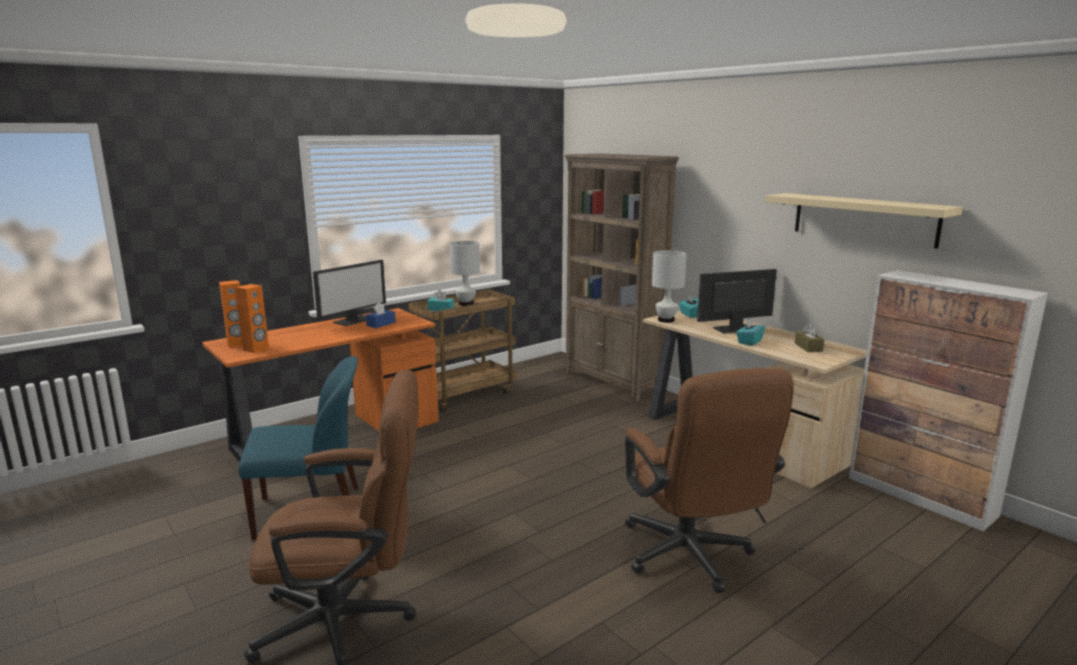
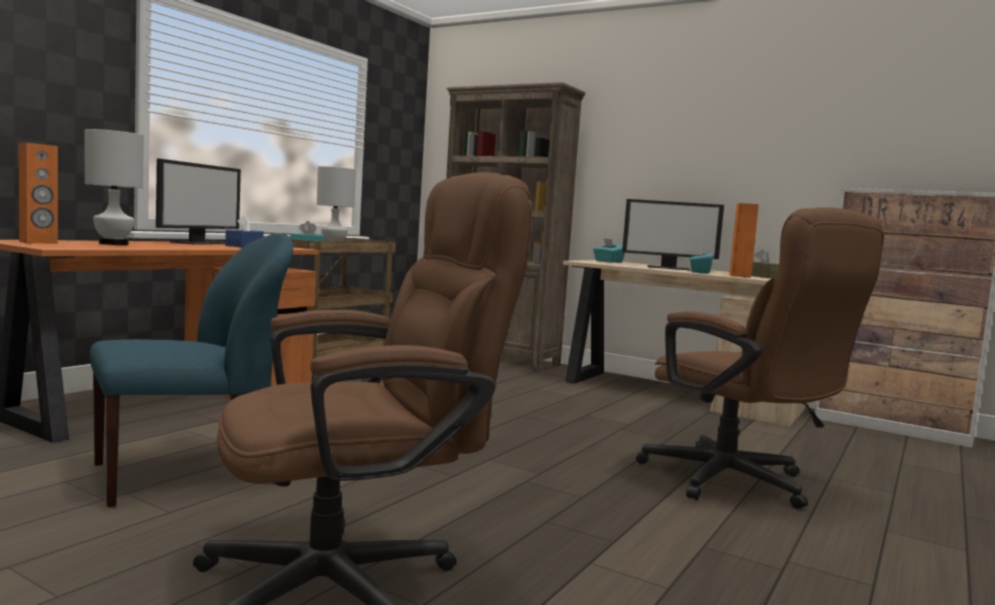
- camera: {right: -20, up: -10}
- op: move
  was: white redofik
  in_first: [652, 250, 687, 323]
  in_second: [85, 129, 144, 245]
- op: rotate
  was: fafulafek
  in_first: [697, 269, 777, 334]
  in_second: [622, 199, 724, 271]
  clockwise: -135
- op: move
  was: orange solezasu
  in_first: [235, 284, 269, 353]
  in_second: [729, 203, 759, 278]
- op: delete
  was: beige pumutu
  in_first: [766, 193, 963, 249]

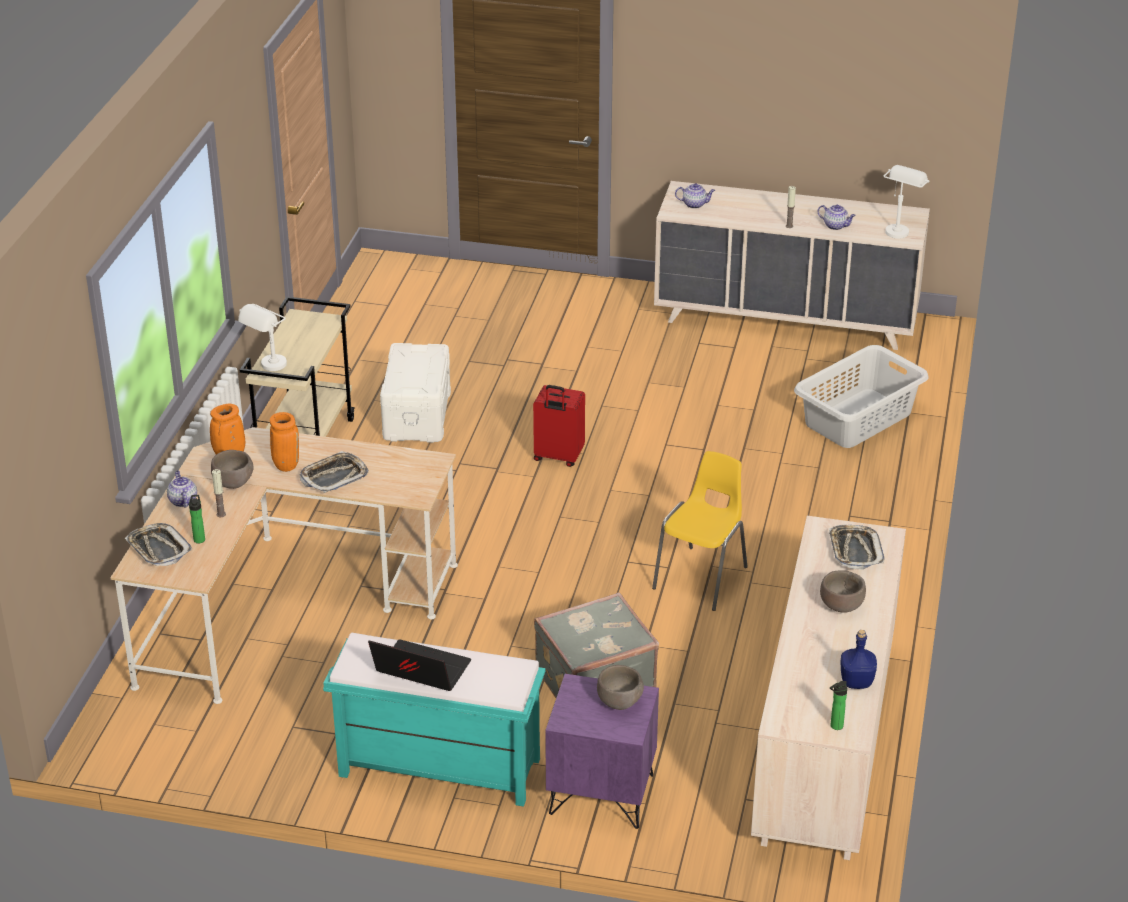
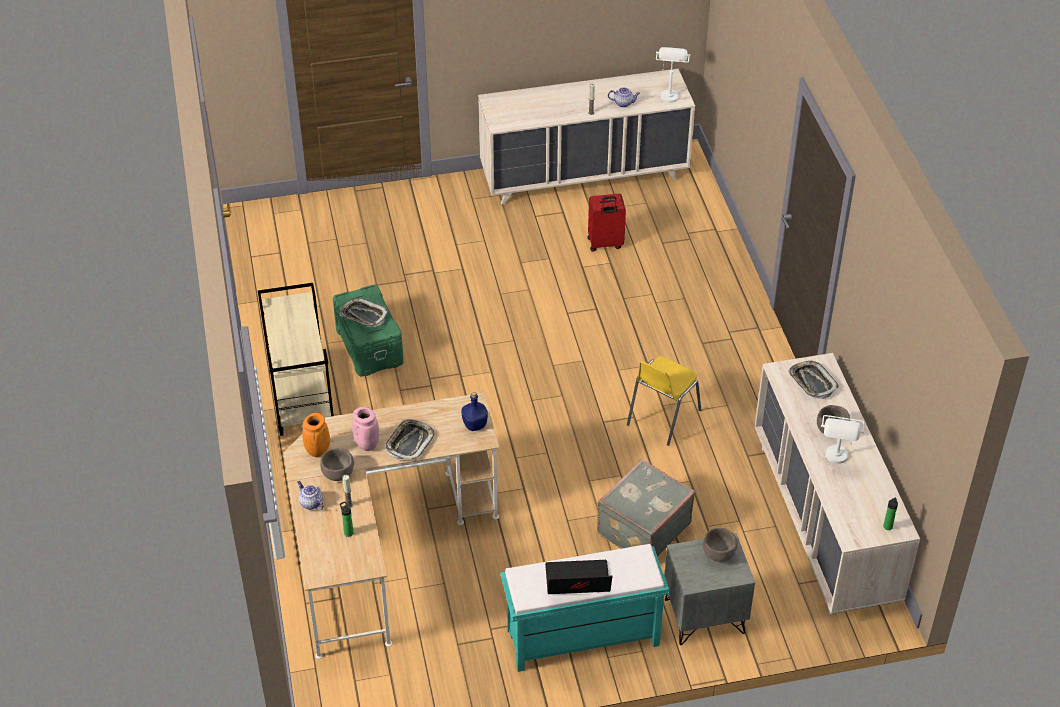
- camera: {right: -25, up: 10}
- op: recolor
  was: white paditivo
  now: green paditivo
  in_first: [380, 343, 451, 443]
  in_second: [333, 284, 404, 376]
- op: move
  was: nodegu
  in_first: [125, 523, 192, 566]
  in_second: [340, 298, 388, 327]
- op: recolor
  was: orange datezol
  now: pink datezol
  in_first: [270, 412, 299, 472]
  in_second: [352, 407, 379, 451]
- op: move
  was: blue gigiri
  in_first: [841, 630, 877, 689]
  in_second: [461, 392, 488, 431]
- op: move
  was: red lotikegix
  in_first: [533, 385, 585, 467]
  in_second: [588, 194, 626, 252]
- op: rotate
  was: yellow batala
  in_first: [652, 451, 748, 611]
  in_second: [627, 356, 701, 446]
  clockwise: -150
- op: recolor
  was: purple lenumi
  now: grey lenumi
  in_first: [545, 674, 659, 829]
  in_second: [665, 533, 755, 645]
- op: move
  was: white redofik
  in_first: [238, 304, 287, 371]
  in_second: [821, 415, 864, 464]
- op: delete
  was: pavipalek
  in_first: [675, 183, 715, 209]
- op: delete
  was: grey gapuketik
  in_first: [794, 345, 929, 448]

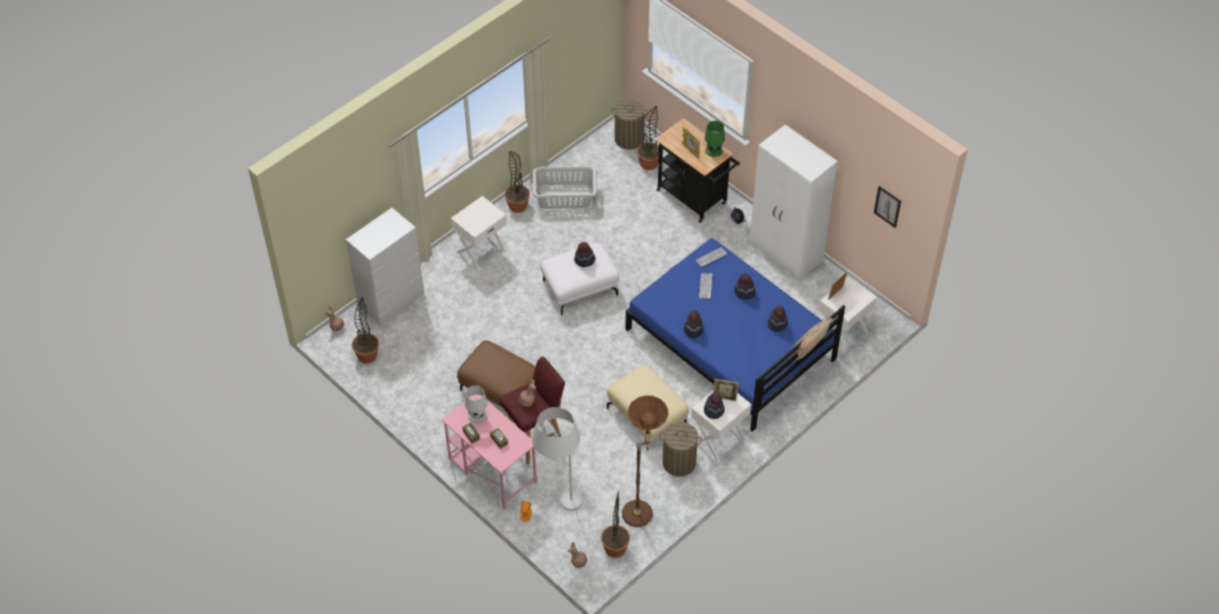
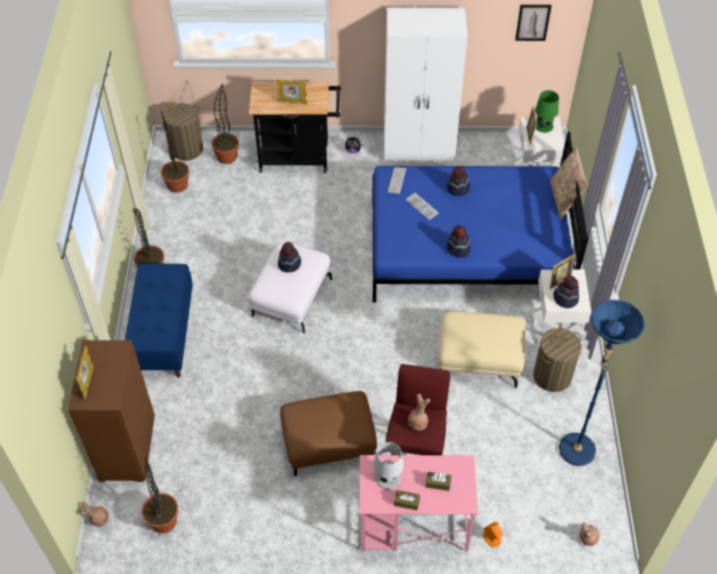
- camera: {right: -45, up: 0}
- op: recolor
  was: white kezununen
  now: brown kezununen
  in_first: [346, 208, 424, 326]
  in_second: [68, 340, 155, 482]
- op: insert
  now: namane
  in_second: [75, 346, 94, 400]
- op: replace
  was: white lenumi
  now: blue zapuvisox
  in_first: [451, 196, 507, 271]
  in_second: [125, 264, 193, 378]
- op: move
  was: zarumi
  in_first: [601, 491, 630, 558]
  in_second: [160, 111, 189, 193]
- op: move
  was: green redofik
  in_first: [705, 121, 725, 157]
  in_second: [535, 90, 559, 133]
- op: recolor
  was: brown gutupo
  now: blue gutupo
  in_first: [622, 395, 668, 527]
  in_second: [559, 300, 645, 466]
- op: delete
  was: white gutupo
  in_first: [532, 407, 583, 511]
- op: delete
  was: grey gapuketik
  in_first: [533, 166, 597, 209]
- op: delete
  was: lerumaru
  in_first: [768, 305, 788, 332]

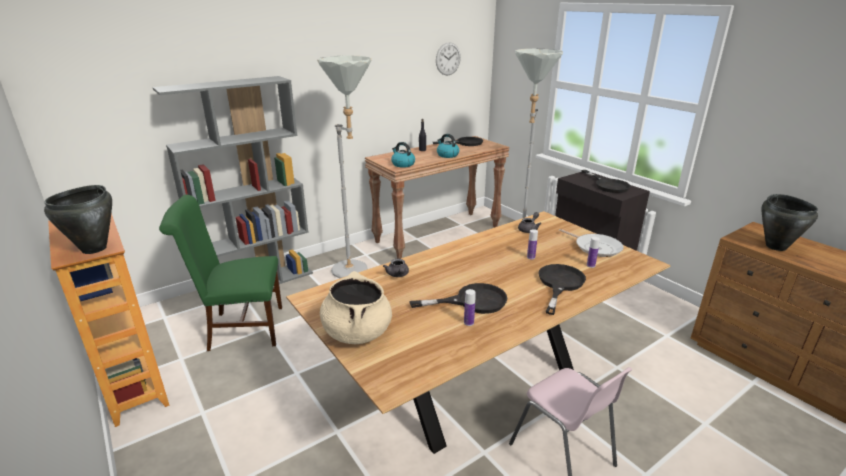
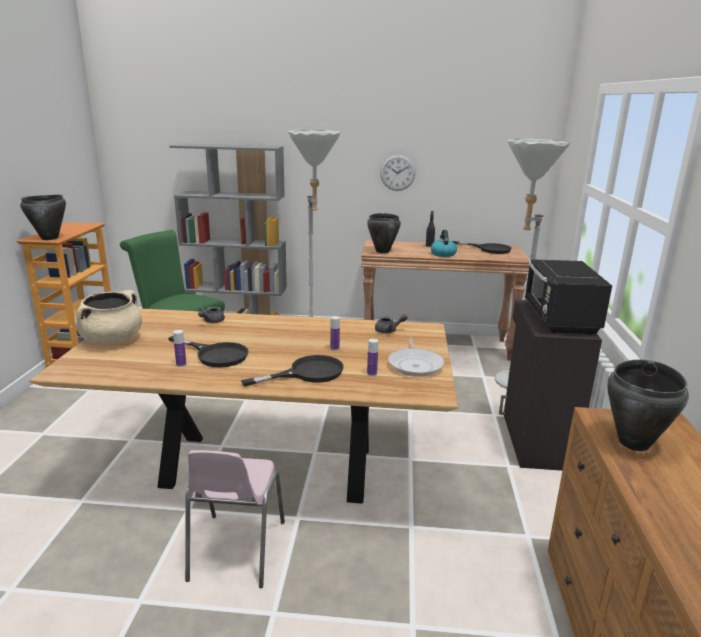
- camera: {right: 40, up: -5}
- op: replace
  was: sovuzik
  now: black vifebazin
  in_first: [391, 142, 415, 168]
  in_second: [367, 213, 401, 253]
- op: move
  was: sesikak
  in_first: [436, 42, 461, 75]
  in_second: [380, 155, 416, 191]
- op: replace
  was: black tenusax
  now: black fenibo
  in_first: [581, 170, 631, 193]
  in_second: [525, 259, 612, 335]

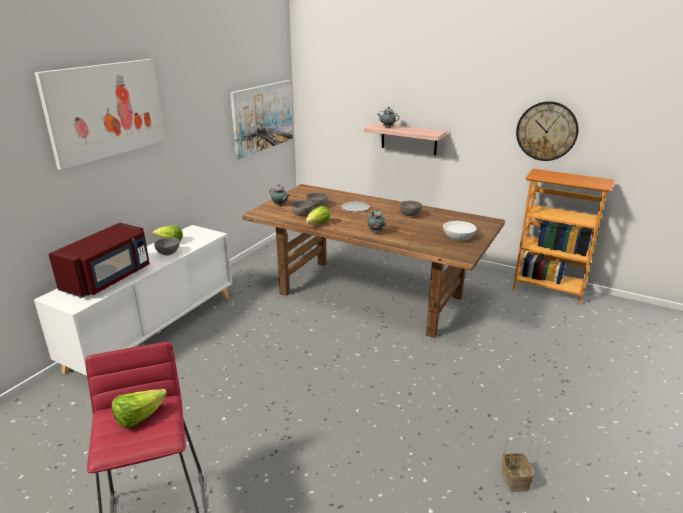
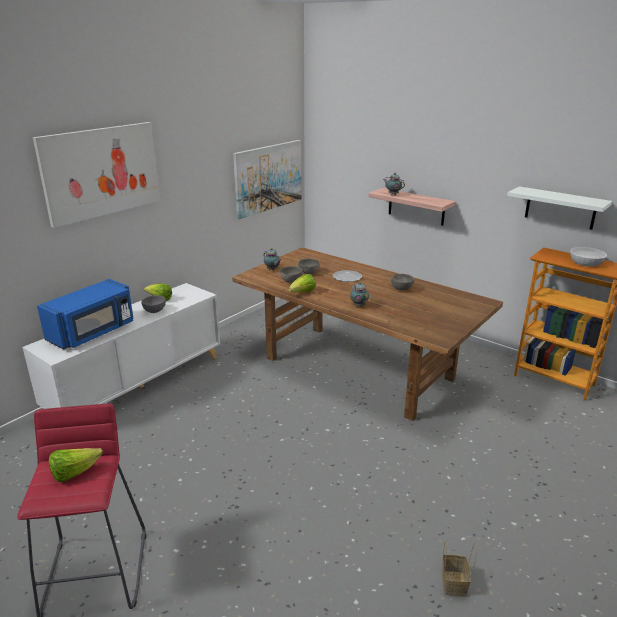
- camera: {right: 10, up: 0}
- op: recolor
  was: red fenibo
  now: blue fenibo
  in_first: [49, 223, 150, 298]
  in_second: [37, 279, 133, 349]
- op: replace
  was: sesikak
  now: white pumutu
  in_first: [516, 101, 579, 161]
  in_second: [507, 186, 612, 230]
- op: move
  was: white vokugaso
  in_first: [443, 221, 477, 241]
  in_second: [570, 247, 607, 267]

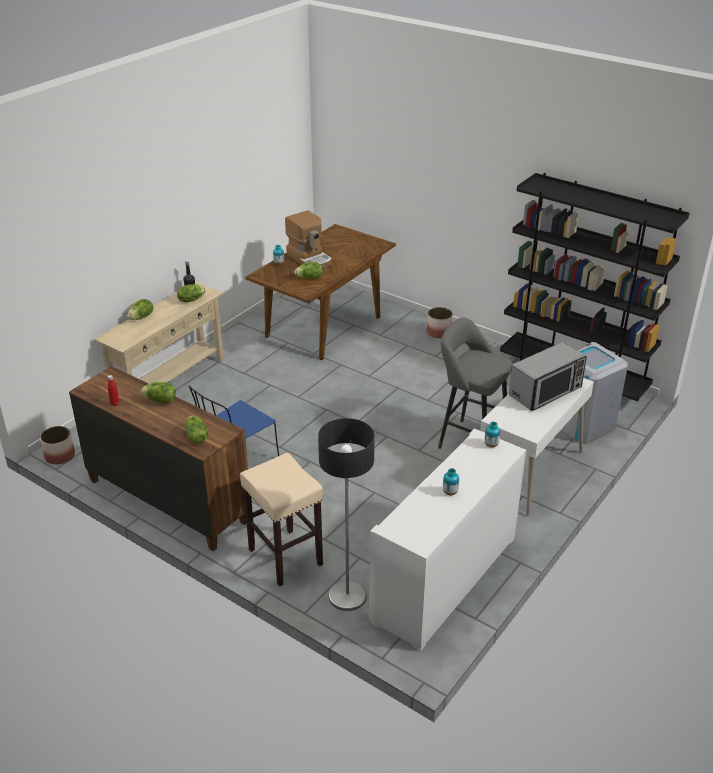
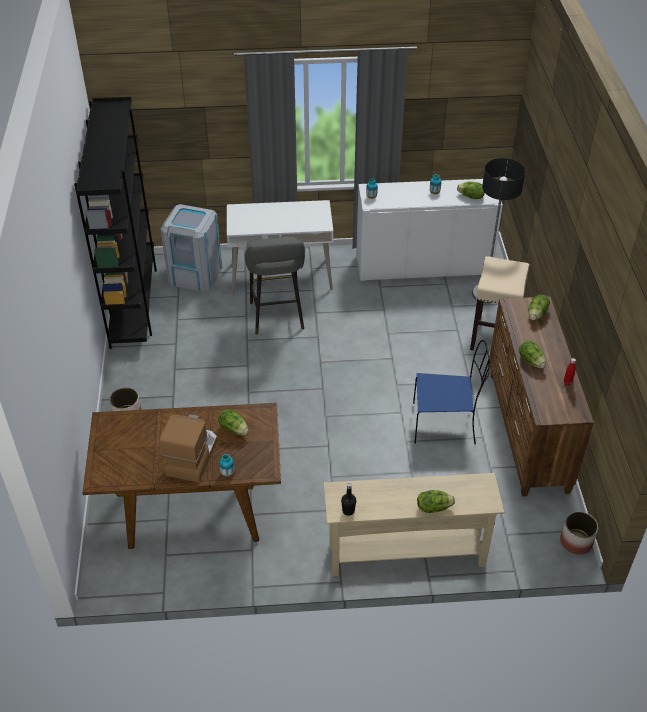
- camera: {right: -130, up: 10}
- op: move
  was: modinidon
  in_first: [177, 284, 206, 303]
  in_second: [457, 181, 485, 199]
- op: delete
  was: fenibo
  in_first: [509, 342, 587, 411]

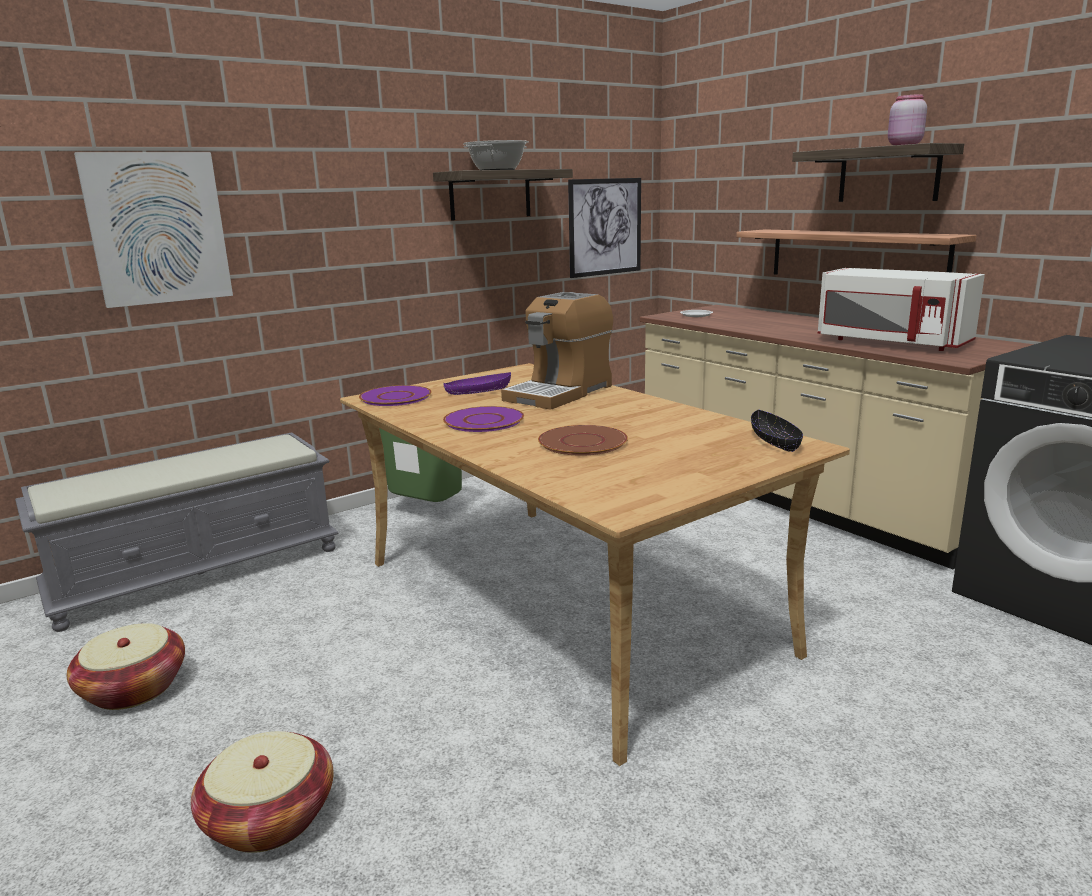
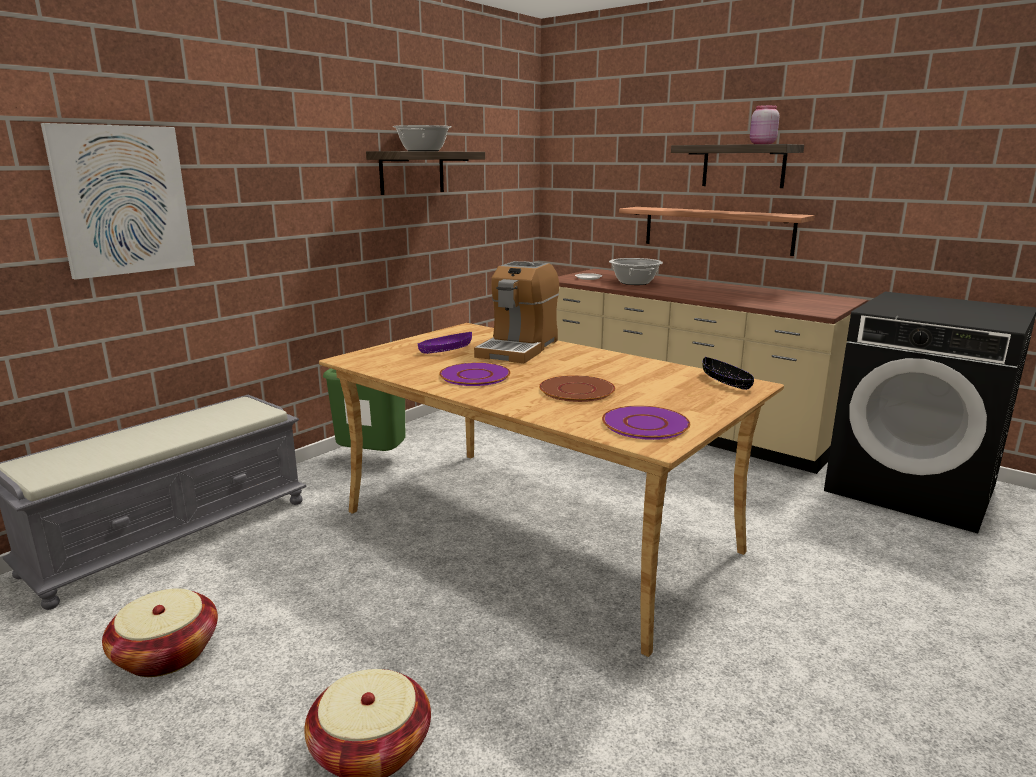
- camera: {right: -15, up: 0}
- op: move
  was: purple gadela
  in_first: [359, 385, 432, 406]
  in_second: [602, 406, 690, 440]
- op: insert
  now: vifebazin
  in_second: [609, 258, 663, 285]
- op: delete
  was: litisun
  in_first: [568, 178, 641, 278]
- op: delete
  was: white fenibo
  in_first: [818, 268, 985, 351]

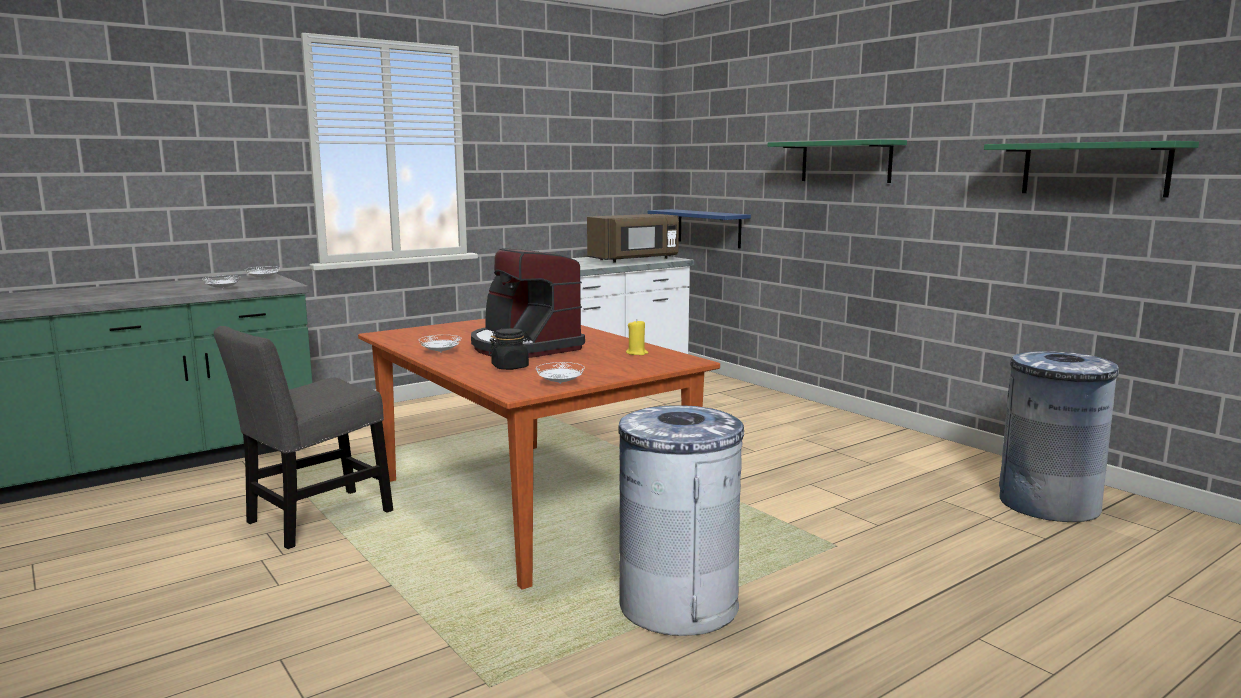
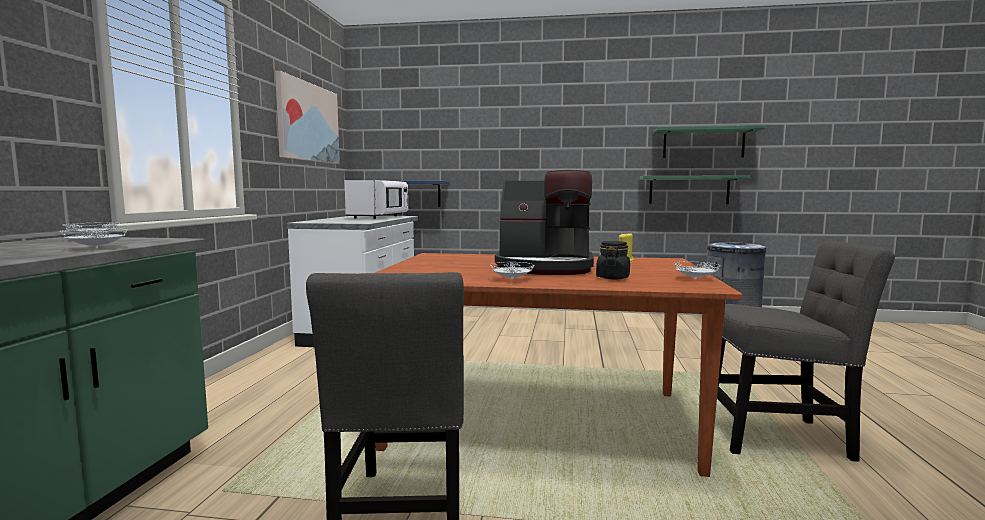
- camera: {right: -45, up: -5}
- op: insert
  now: litisun
  in_second: [275, 71, 340, 164]
- op: recolor
  was: brown fenibo
  now: white fenibo
  in_first: [587, 214, 679, 263]
  in_second: [345, 180, 408, 219]
- op: move
  was: green pumutu
  in_first: [768, 139, 907, 183]
  in_second: [640, 176, 750, 204]
- op: replace
  was: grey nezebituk
  now: grey batala
  in_first: [618, 405, 746, 636]
  in_second: [717, 240, 895, 462]

